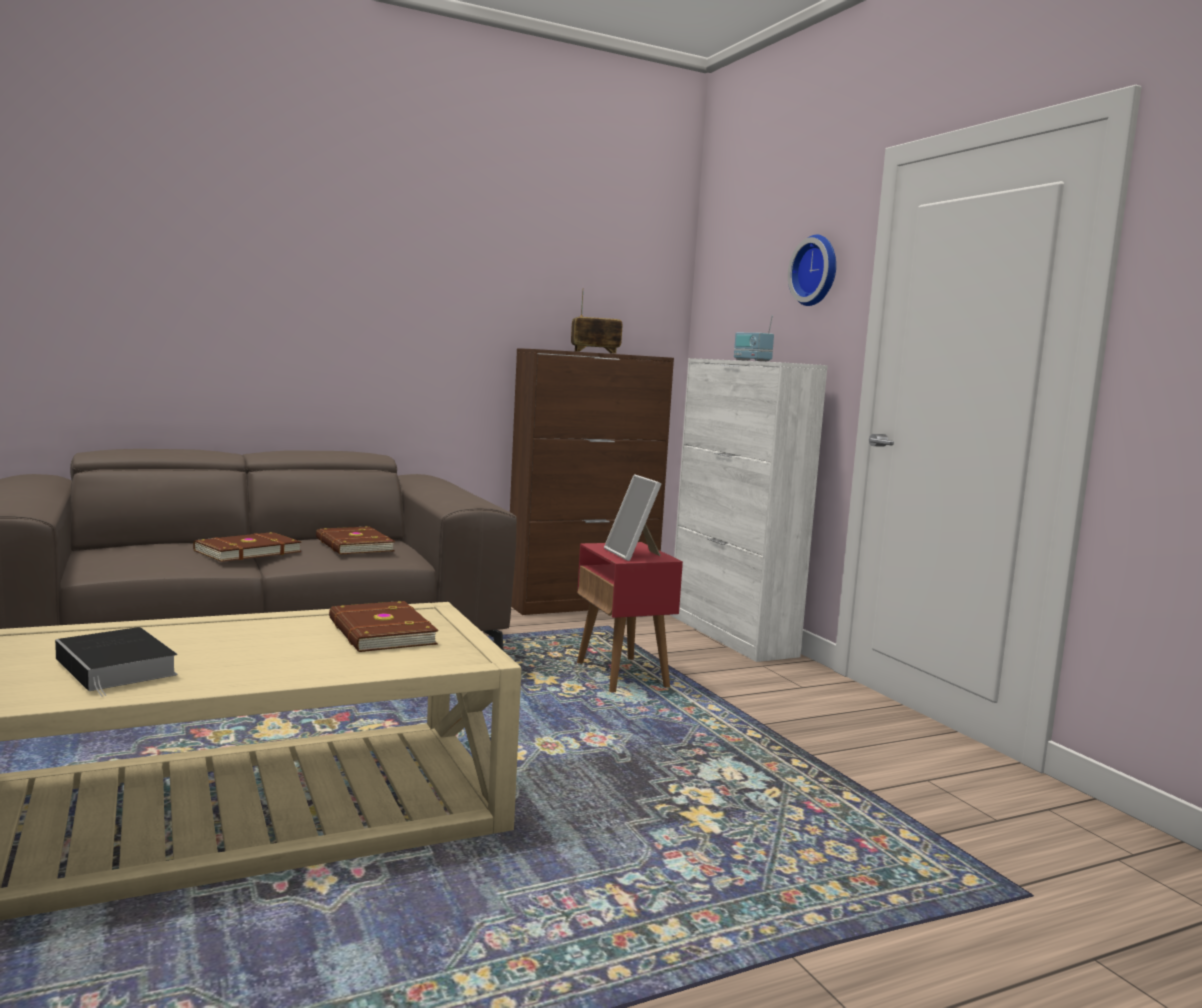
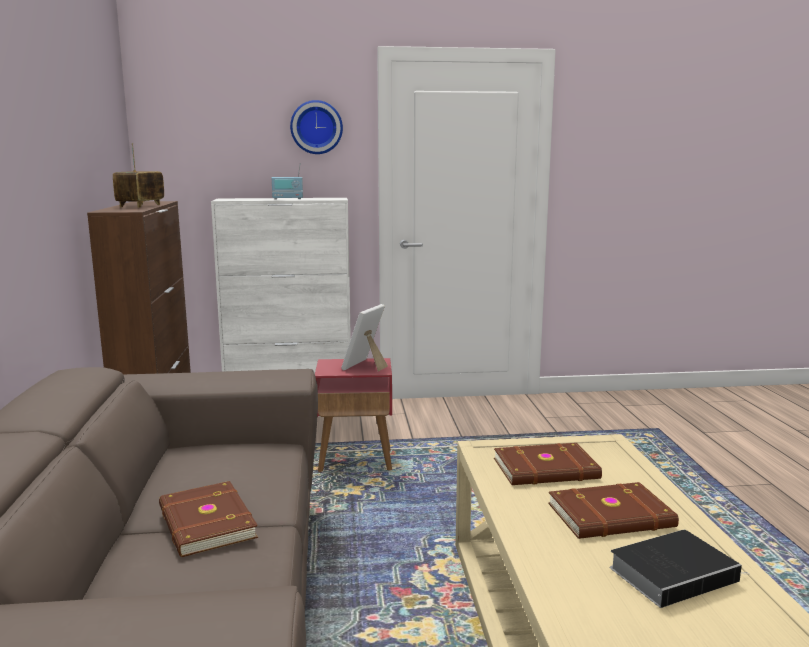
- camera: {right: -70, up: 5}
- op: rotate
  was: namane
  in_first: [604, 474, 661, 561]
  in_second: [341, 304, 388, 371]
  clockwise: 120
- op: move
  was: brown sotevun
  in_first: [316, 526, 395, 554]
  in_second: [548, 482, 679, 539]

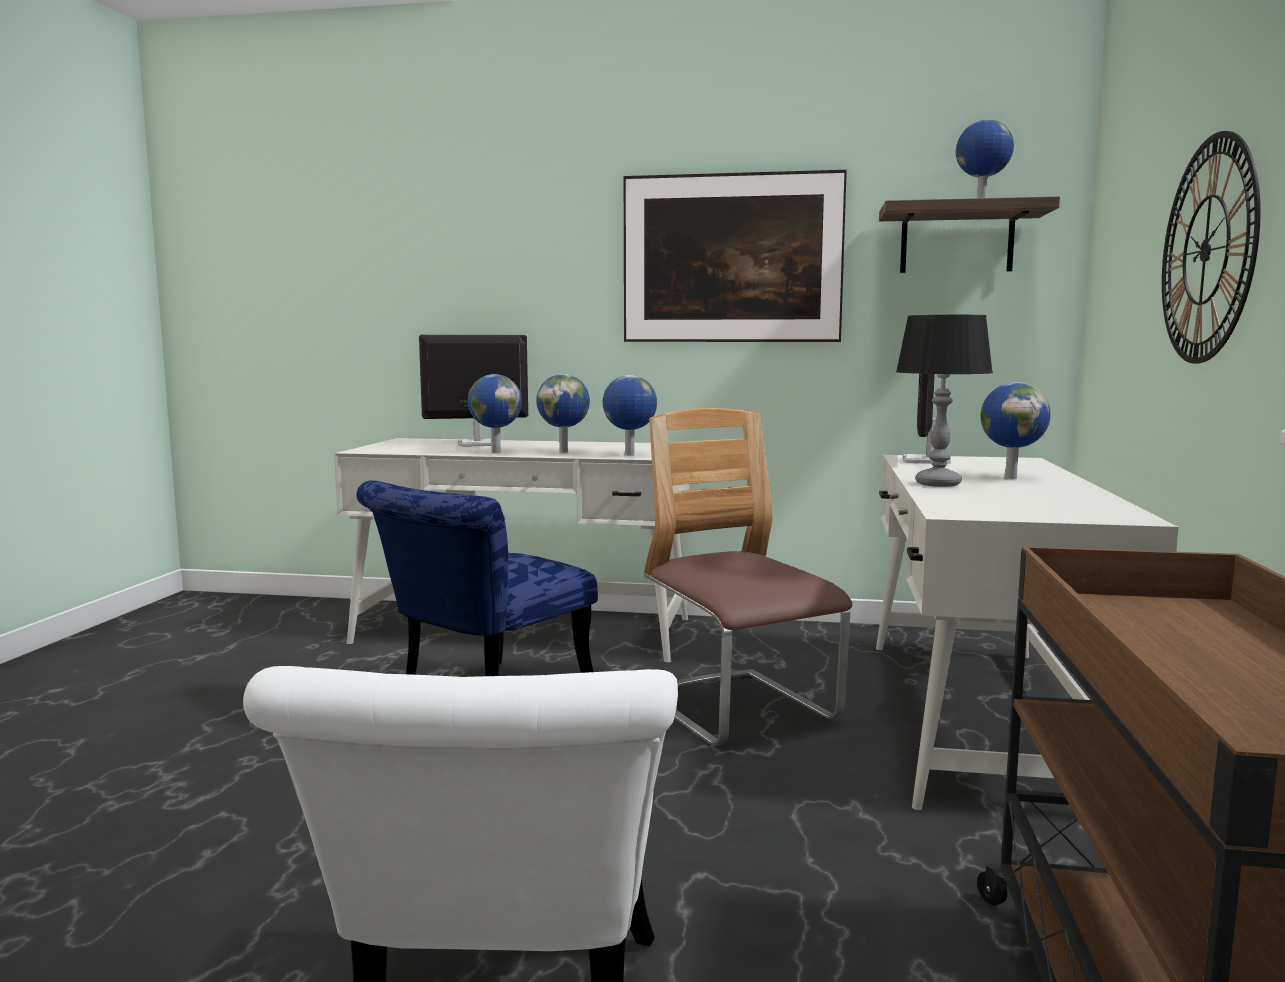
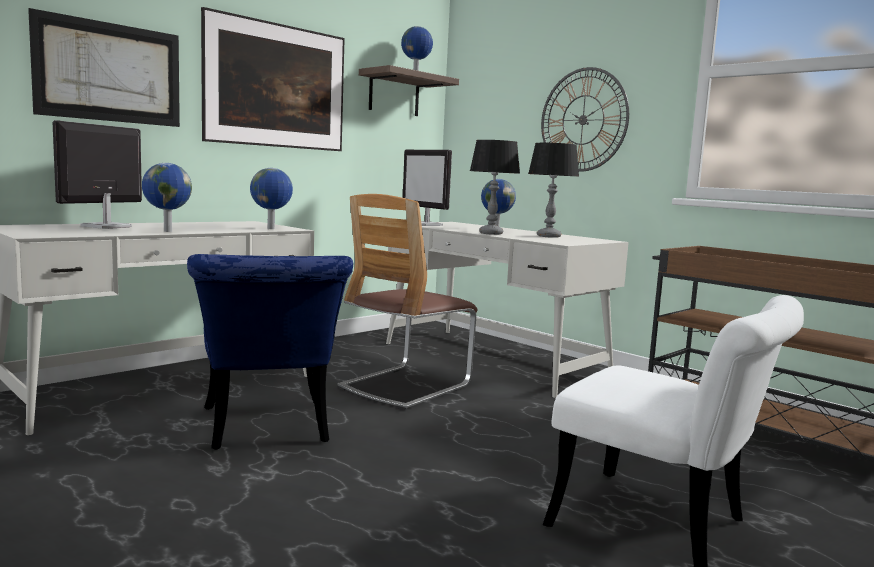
- camera: {right: -55, up: 0}
- op: insert
  now: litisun
  in_second: [28, 8, 180, 127]
- op: rotate
  was: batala
  in_first: [644, 408, 852, 746]
  in_second: [337, 194, 478, 410]
  clockwise: -60
- op: insert
  now: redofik
  in_second: [528, 143, 579, 238]
- op: delete
  was: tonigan
  in_first: [536, 374, 590, 453]

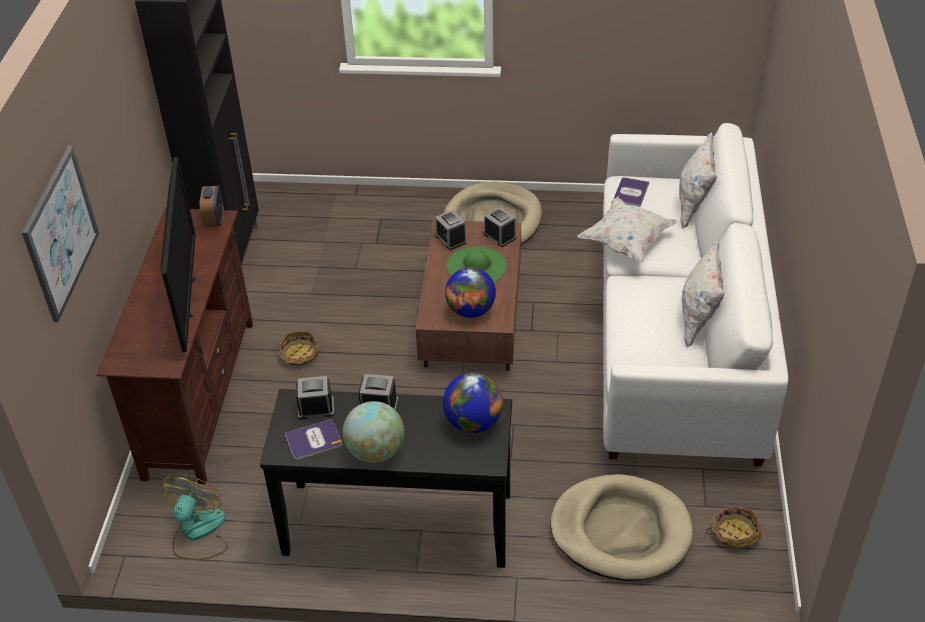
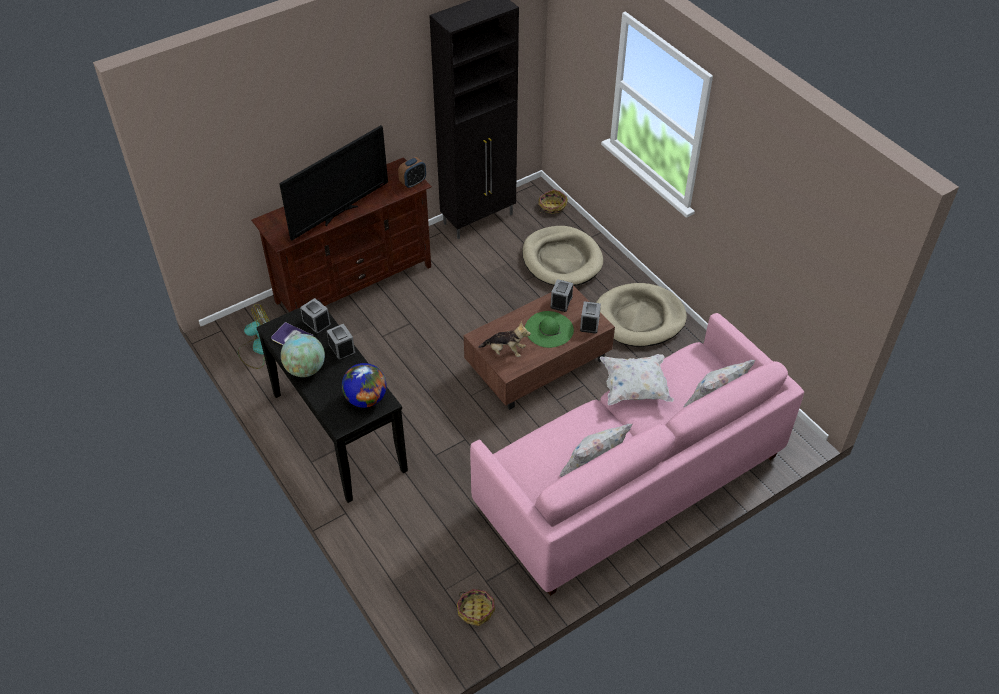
- camera: {right: 50, up: 5}
- op: recolor
  was: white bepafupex
  now: pink bepafupex
  in_first: [603, 123, 788, 467]
  in_second: [470, 313, 804, 596]
- op: replace
  was: tonigan
  now: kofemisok
  in_first: [445, 267, 496, 318]
  in_second: [478, 322, 531, 357]
- op: move
  was: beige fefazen
  in_first: [550, 474, 693, 581]
  in_second: [522, 226, 603, 286]
- op: move
  was: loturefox
  in_first: [278, 330, 320, 370]
  in_second: [538, 189, 568, 214]
- op: delete
  was: litisun
  in_first: [22, 146, 99, 322]
- op: delete
  was: sotevun
  in_first: [614, 177, 649, 207]

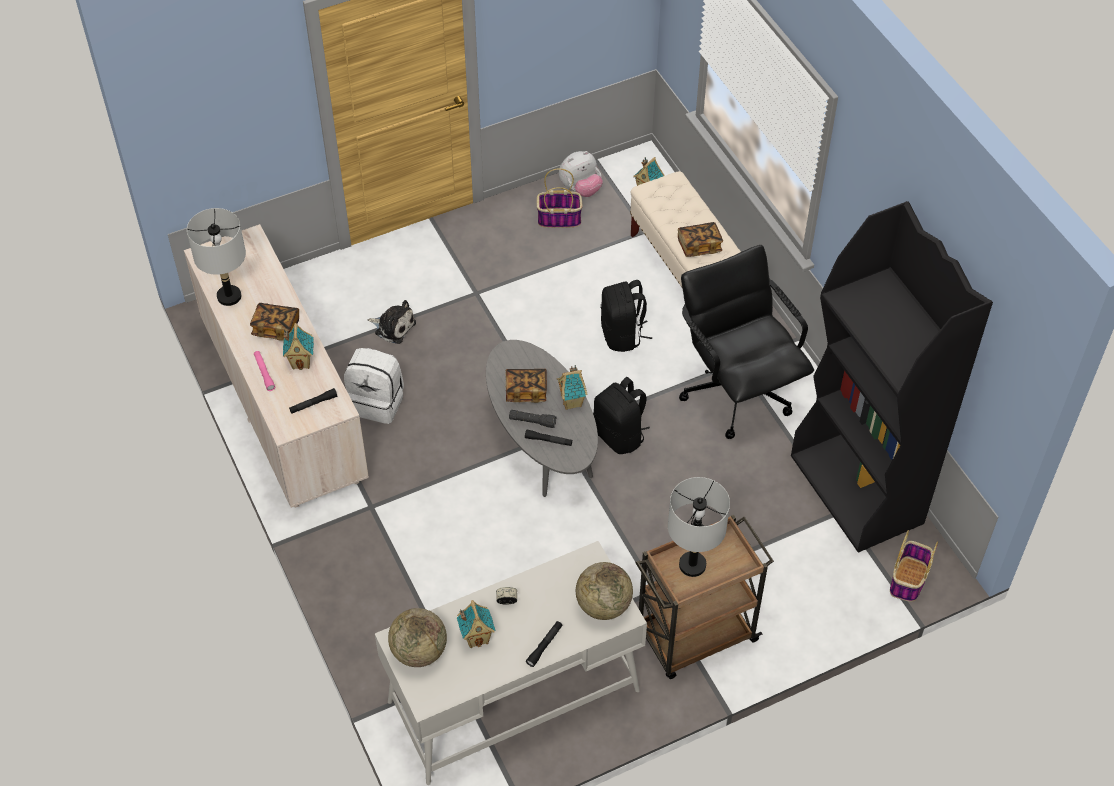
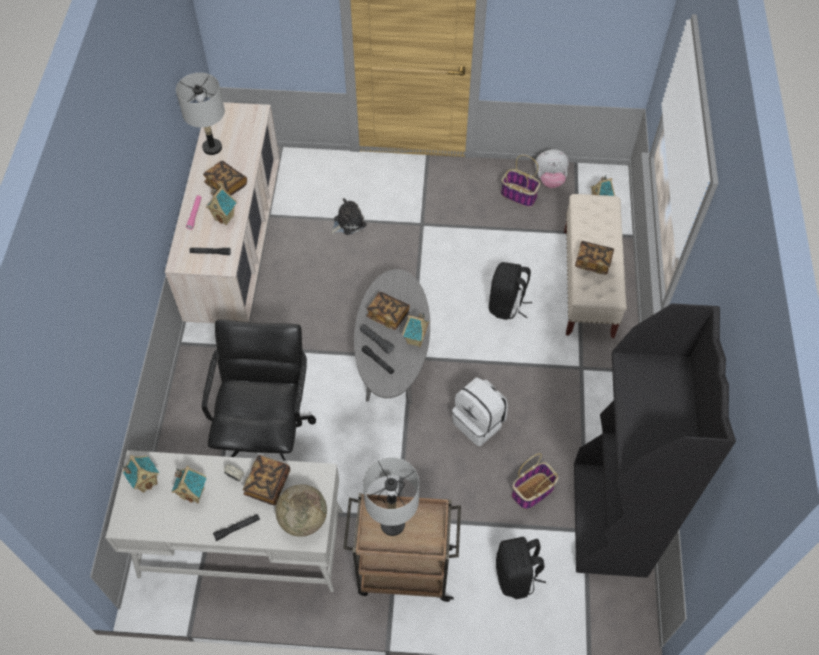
- camera: {right: 30, up: 5}
- op: replace
  was: tonigan
  now: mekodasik
  in_first: [388, 608, 447, 667]
  in_second: [123, 455, 159, 493]
- op: move
  was: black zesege
  in_first: [679, 245, 814, 439]
  in_second: [202, 320, 316, 461]
- op: insert
  now: sotevun
  in_second: [243, 455, 290, 505]
- op: rotate
  was: kofemisok
  in_first: [368, 300, 416, 344]
  in_second: [330, 198, 366, 235]
  clockwise: -90
- op: move
  was: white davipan
  in_first: [344, 348, 404, 424]
  in_second: [452, 377, 508, 446]
- op: move
  was: black davipan
  in_first: [593, 377, 650, 454]
  in_second: [496, 537, 546, 599]
- op: move
  was: loturefox
  in_first: [890, 530, 938, 602]
  in_second: [511, 453, 558, 509]

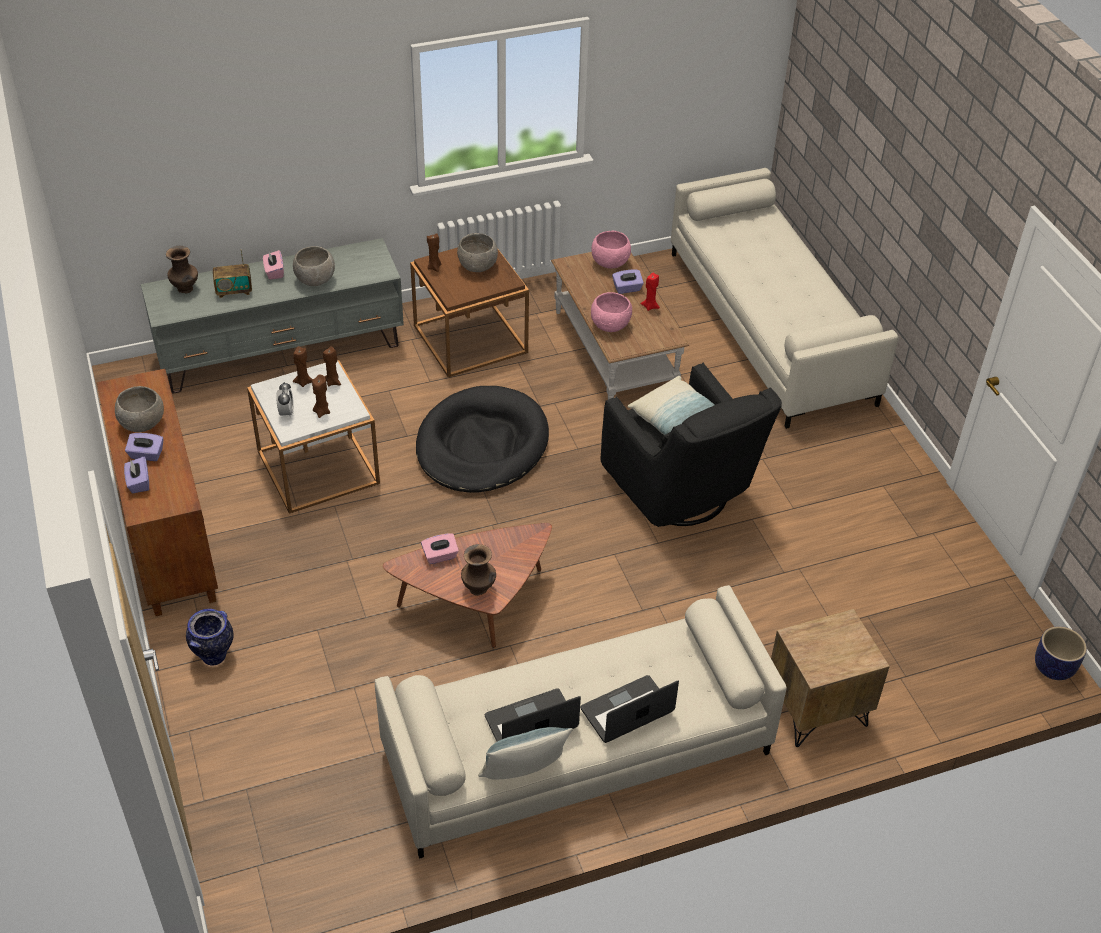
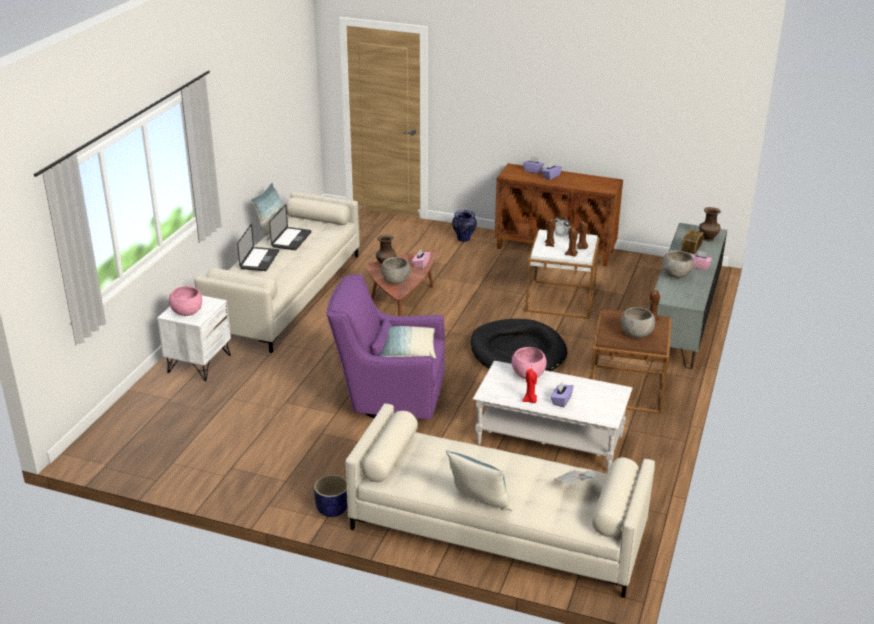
- camera: {right: 130, up: -15}
- op: recolor
  was: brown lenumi
  now: white lenumi
  in_first: [771, 609, 890, 747]
  in_second: [157, 295, 231, 381]
- op: move
  was: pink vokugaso
  in_first: [591, 231, 631, 269]
  in_second: [169, 286, 202, 316]
- op: move
  was: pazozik
  in_first: [1035, 626, 1087, 680]
  in_second: [314, 475, 348, 517]
- op: recolor
  was: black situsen
  now: purple situsen
  in_first: [601, 363, 782, 527]
  in_second: [327, 275, 445, 419]
- op: move
  was: grey vokugaso
  in_first: [115, 386, 164, 432]
  in_second: [381, 257, 410, 284]
- op: insert
  now: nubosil
  in_second: [446, 450, 513, 511]
- op: recolor
  was: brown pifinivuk
  now: white pifinivuk
  in_first: [551, 252, 689, 400]
  in_second: [473, 361, 633, 472]
- op: insert
  now: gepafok
  in_second: [554, 470, 600, 484]

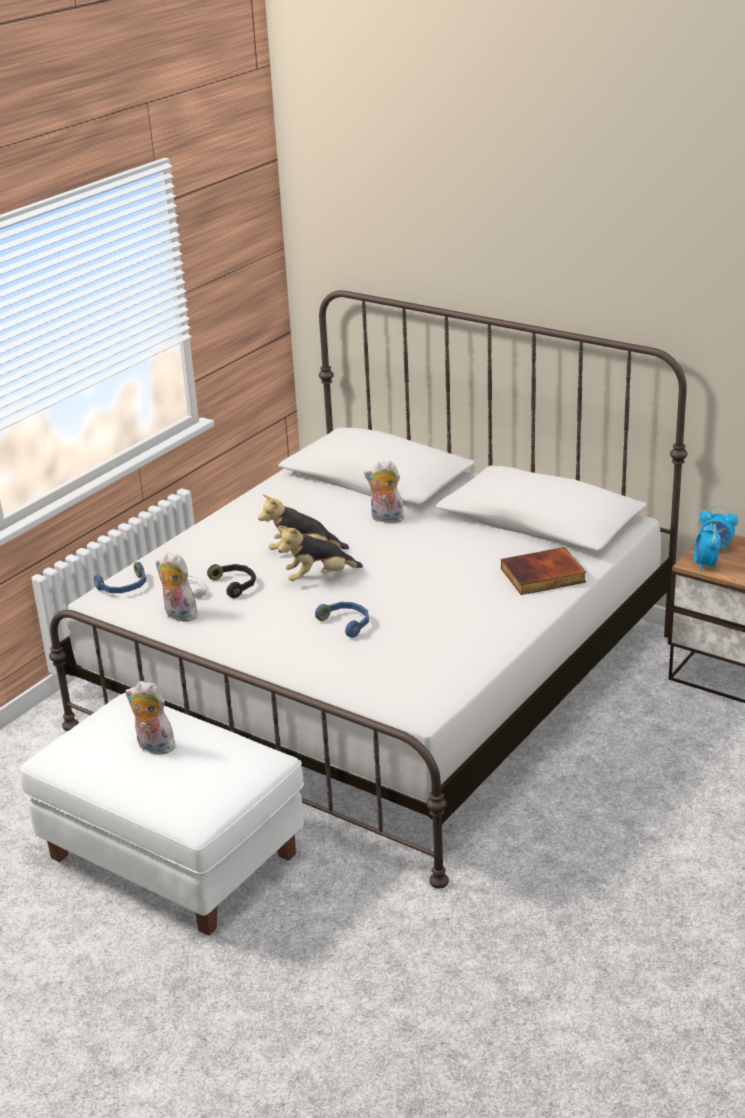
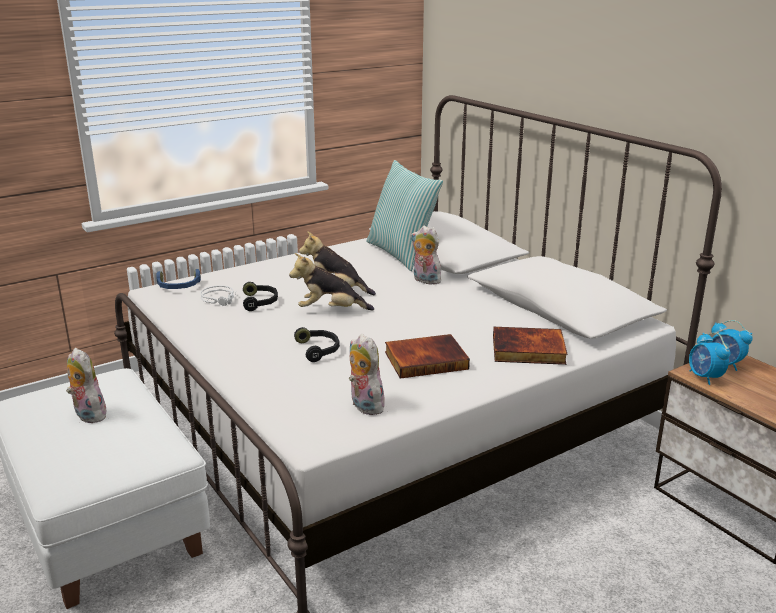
- camera: {right: 20, up: -5}
- op: recolor
  was: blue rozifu
  now: black rozifu
  in_first: [315, 602, 369, 638]
  in_second: [294, 327, 340, 362]
- op: move
  was: kofemisok
  in_first: [156, 552, 198, 622]
  in_second: [349, 334, 387, 415]
- op: insert
  now: nubosil
  in_second: [366, 160, 443, 271]
- op: insert
  now: sotevun
  in_second: [385, 334, 470, 379]
- op: rotate
  was: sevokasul
  in_first: [694, 523, 720, 572]
  in_second: [689, 333, 730, 385]
  clockwise: -45

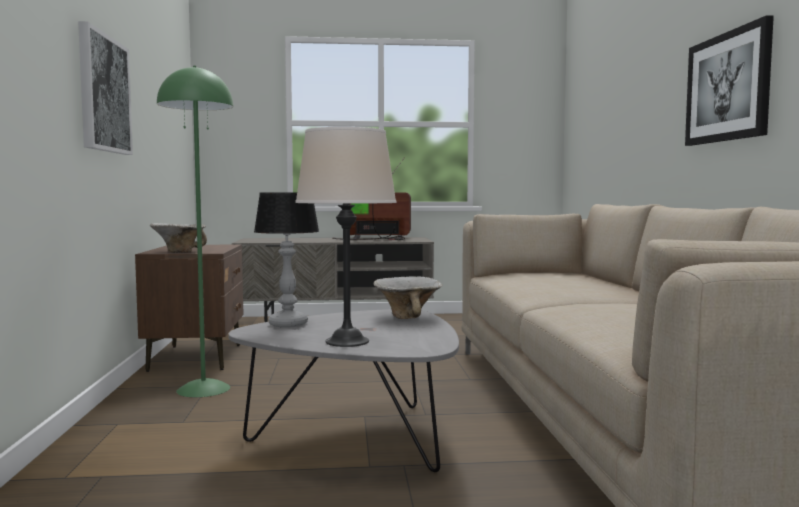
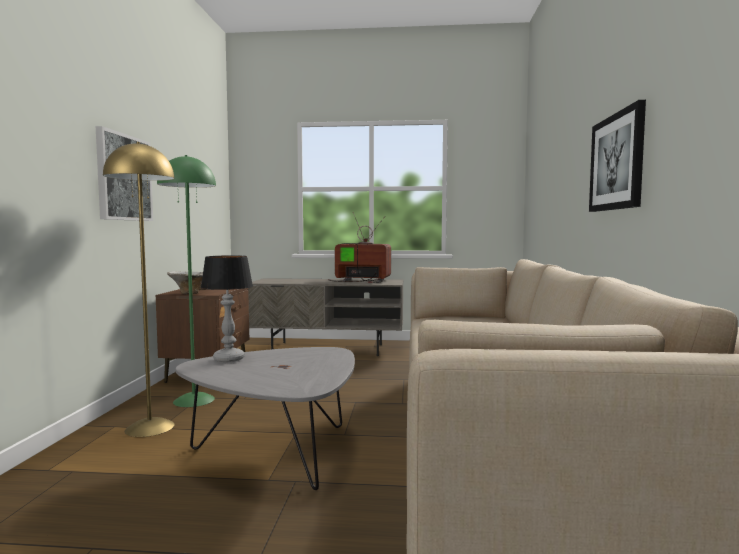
- camera: {right: 10, up: 0}
- op: insert
  now: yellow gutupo
  in_second: [103, 142, 175, 437]
- op: delete
  was: beige redofik
  in_first: [295, 127, 397, 347]
- op: delete
  was: vokugaso
  in_first: [373, 276, 442, 319]

